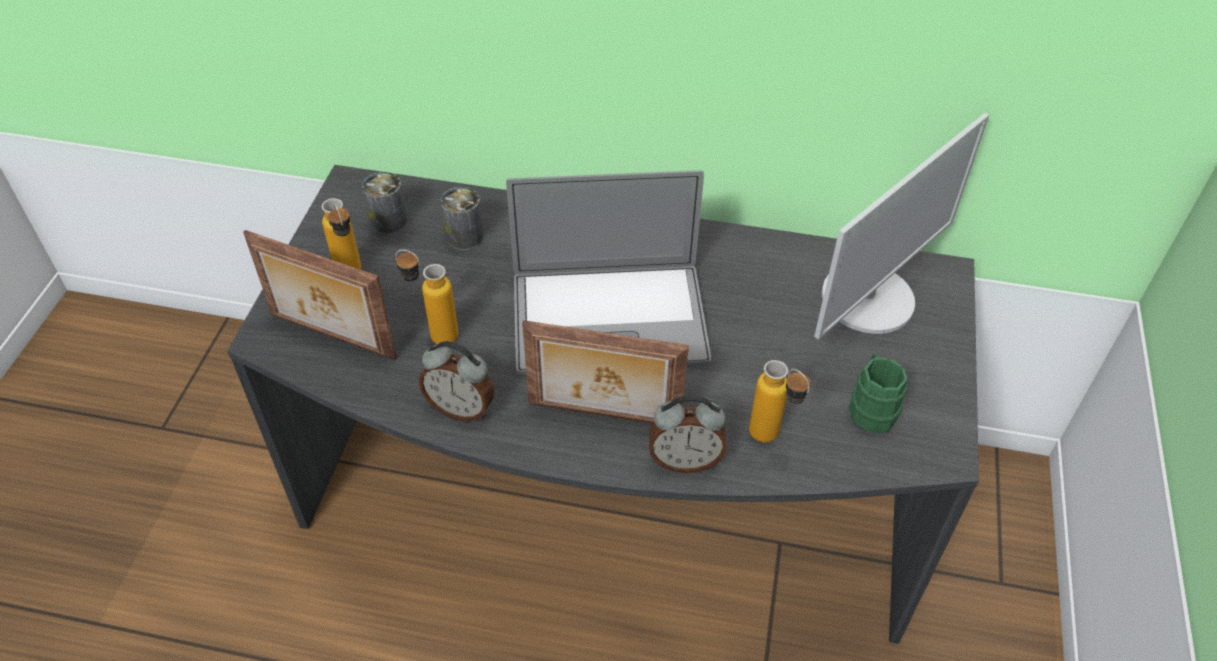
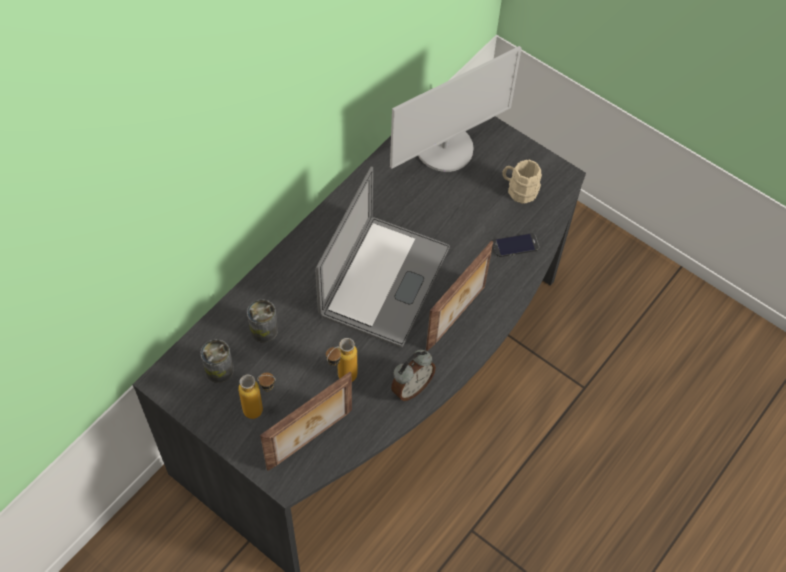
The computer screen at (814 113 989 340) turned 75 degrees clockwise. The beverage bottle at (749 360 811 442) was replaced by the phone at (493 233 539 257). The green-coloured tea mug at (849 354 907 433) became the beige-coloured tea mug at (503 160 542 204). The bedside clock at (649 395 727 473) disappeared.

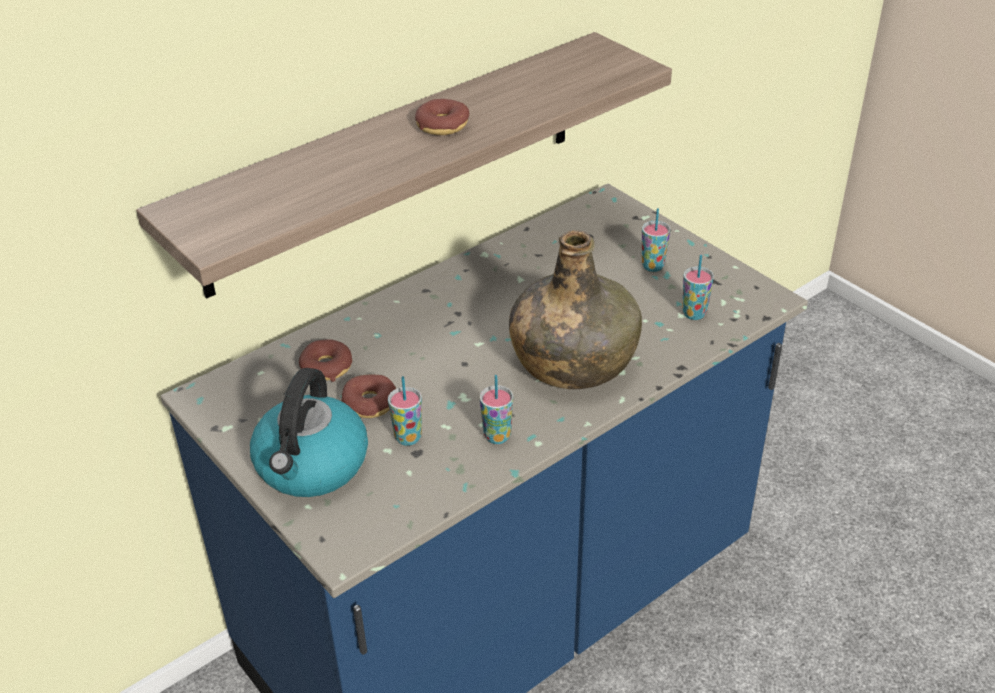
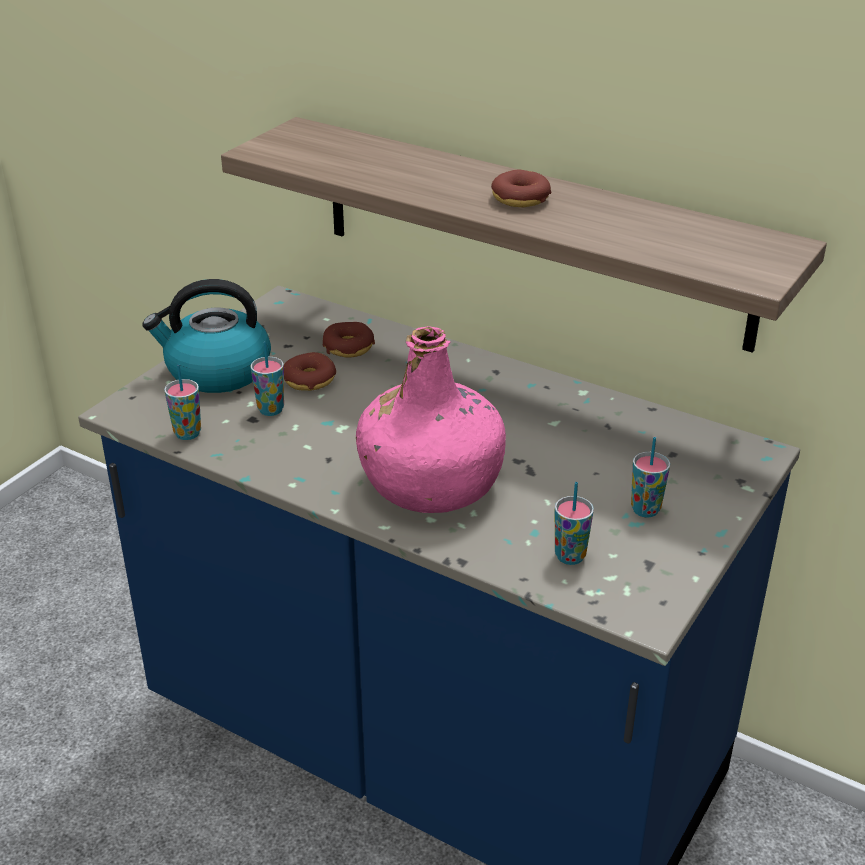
The small cup moved from (480 375 513 444) to (164 364 201 440). The green-coloured beverage bottle at (509 230 642 389) became the pinkish beverage bottle at (356 326 506 513).

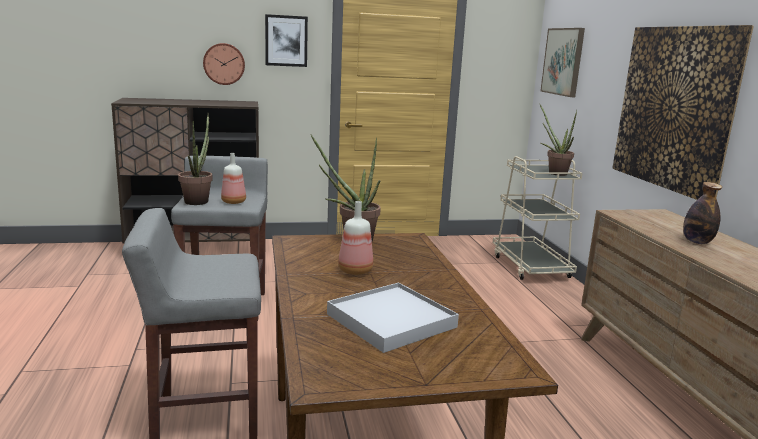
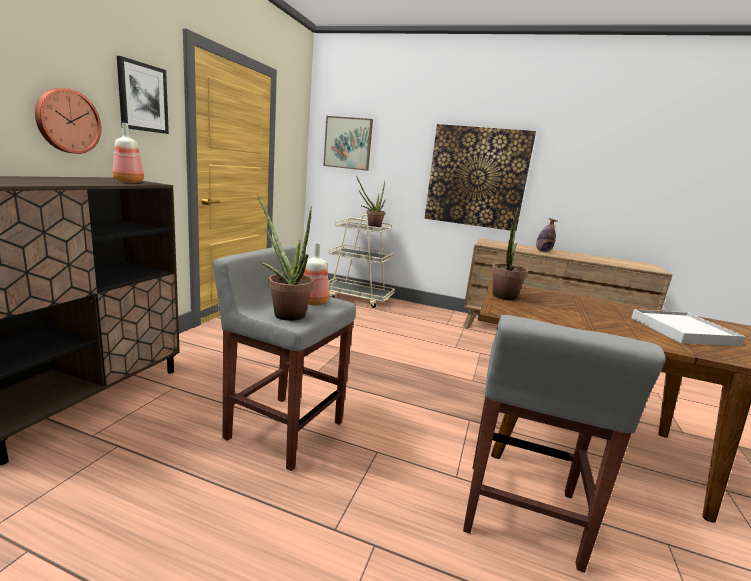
The beverage bottle moved from (338 201 373 275) to (113 123 144 183).

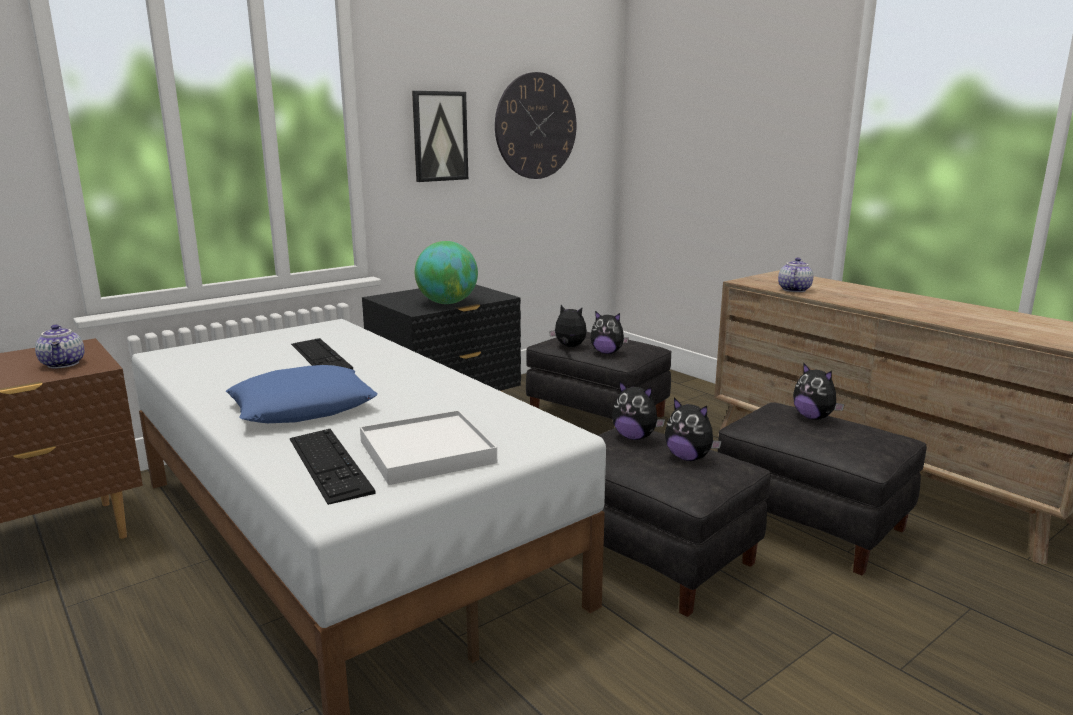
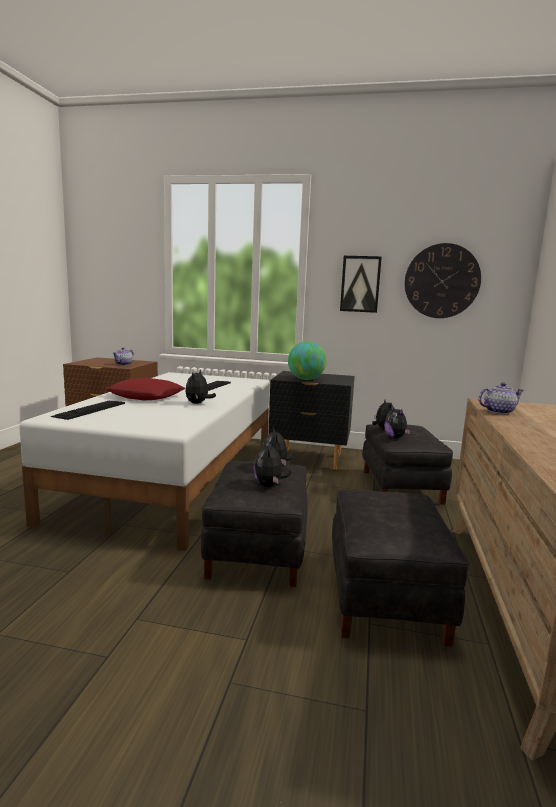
The blue-coloured pillow at (226 365 377 423) became the red-coloured pillow at (106 378 185 400). The cuddly toy moved from (793 362 845 420) to (185 370 216 404). The whitish carrying tray at (360 410 497 485) disappeared.

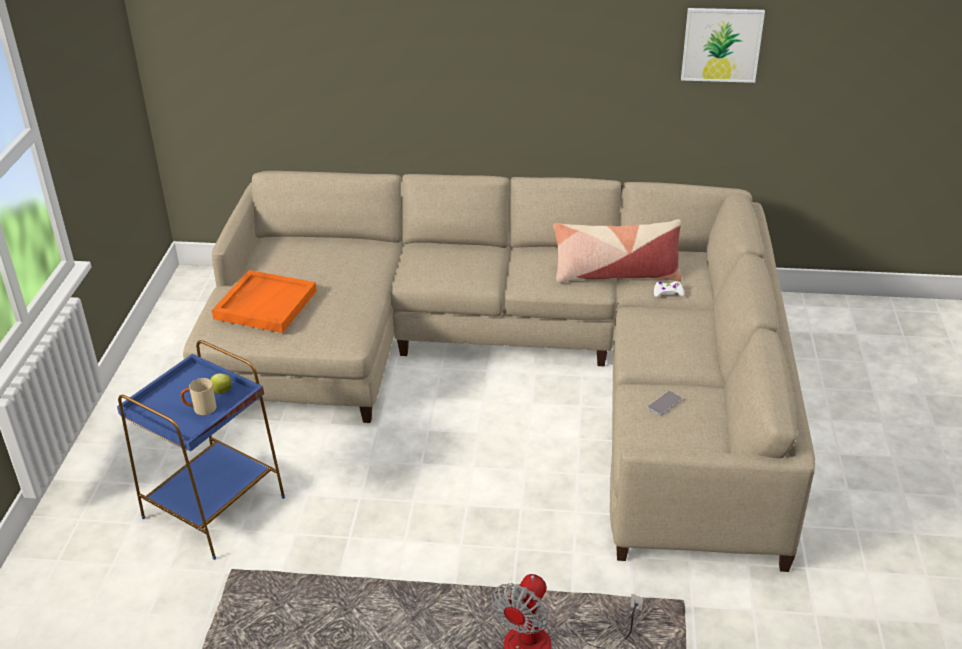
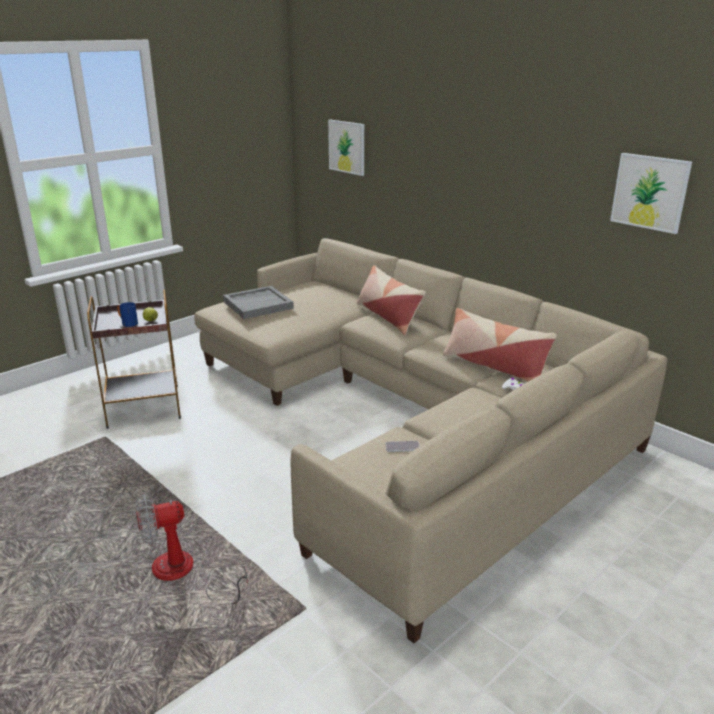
The blue-coloured side table at (117 340 285 560) became the brown side table at (87 289 181 429). The beige-coloured tea mug at (181 378 217 415) became the blue-coloured tea mug at (117 302 138 327). The orangey carrying tray at (212 270 317 333) became the gray carrying tray at (223 286 294 319). The wall art at (328 120 364 176) appeared. The pillow at (357 265 426 335) appeared.

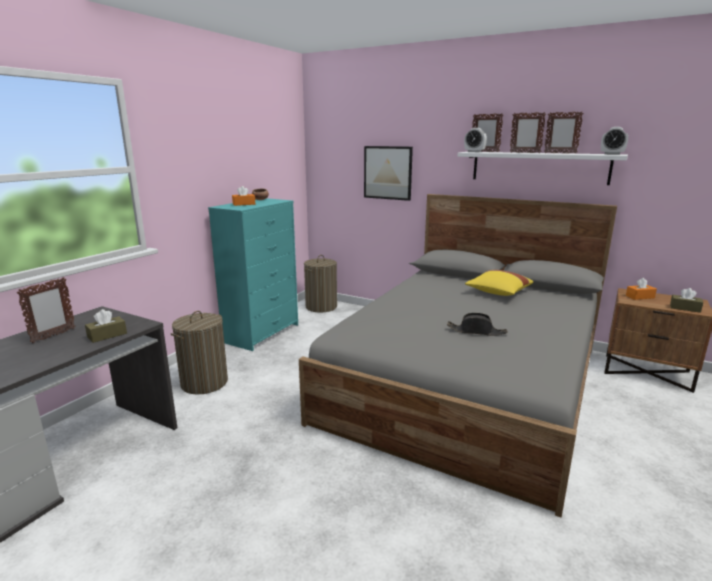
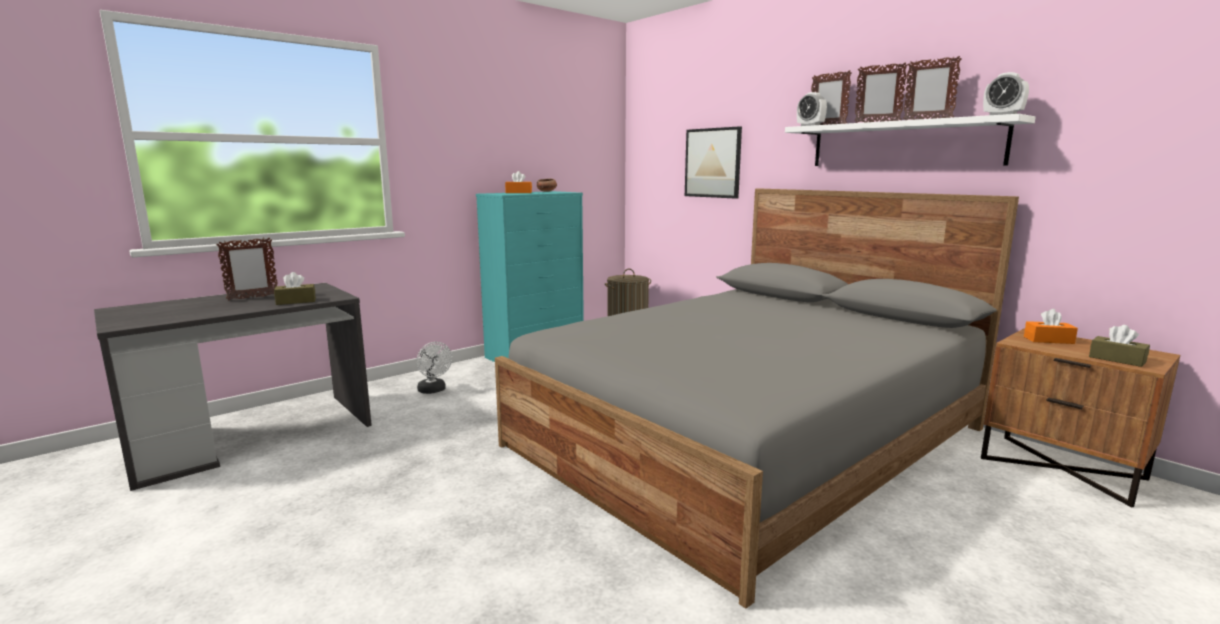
The washing basket at (171 311 228 394) was replaced by the whitish cooling fan at (416 342 452 394). The black wearable hat at (447 313 507 336) disappeared. The yellow-coloured pillow at (465 270 533 296) disappeared.

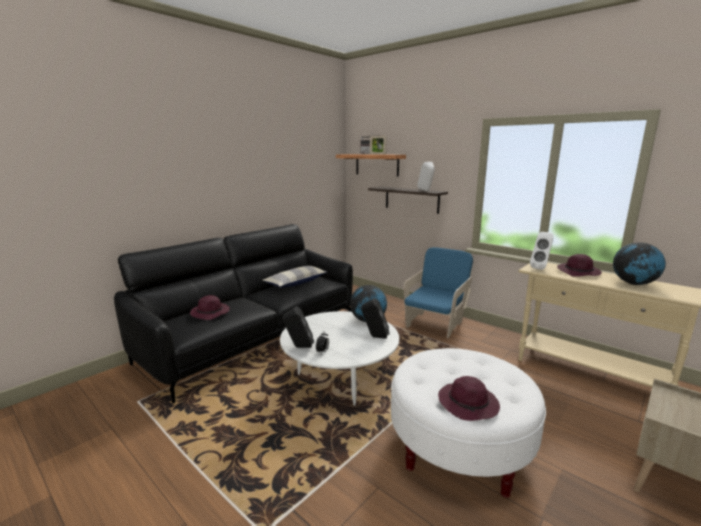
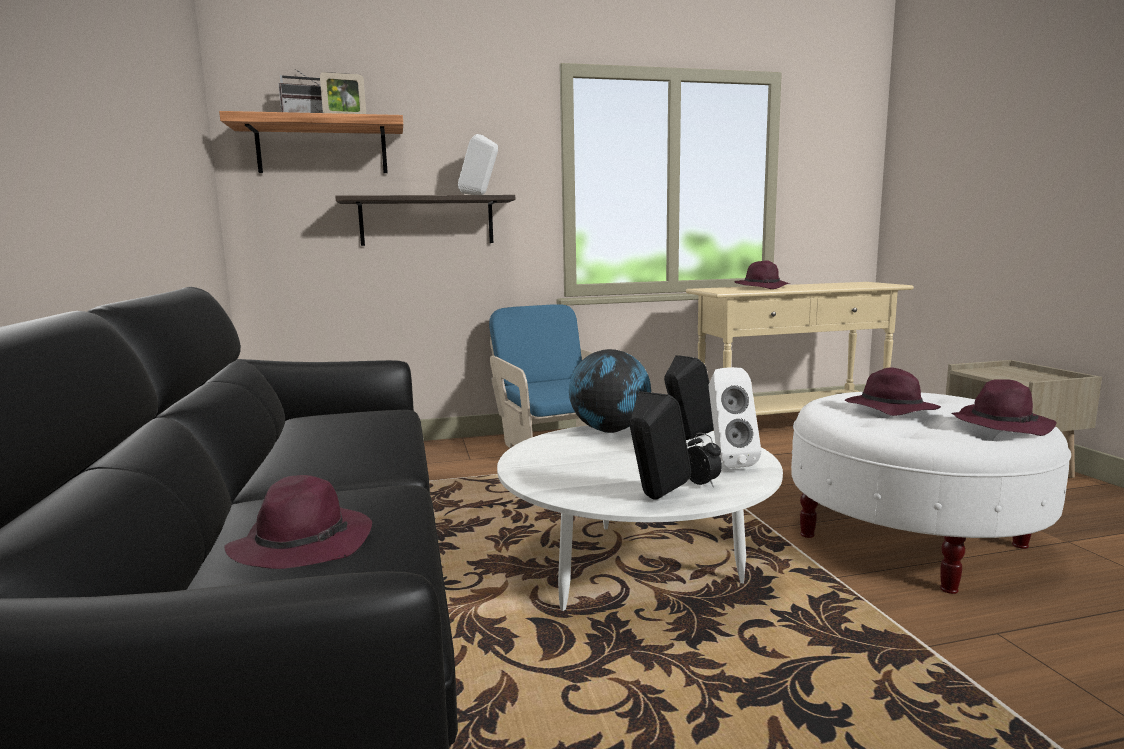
The whitish loudspeaker moved from (530 232 553 270) to (709 367 761 468). The purple wearable hat at (845 367 941 416) appeared. The pillow at (262 266 327 288) disappeared. The desk globe at (613 242 666 285) disappeared.

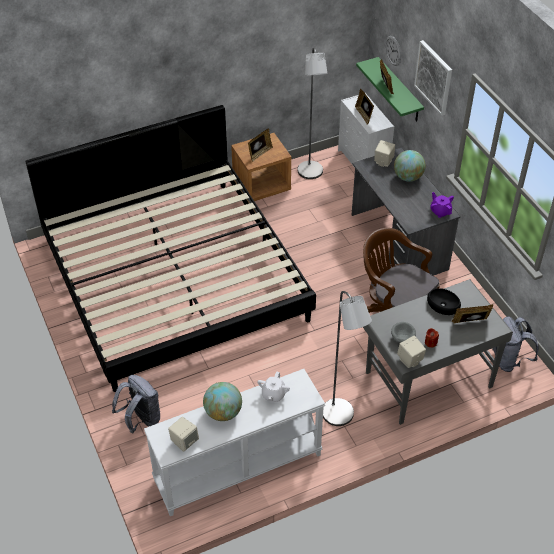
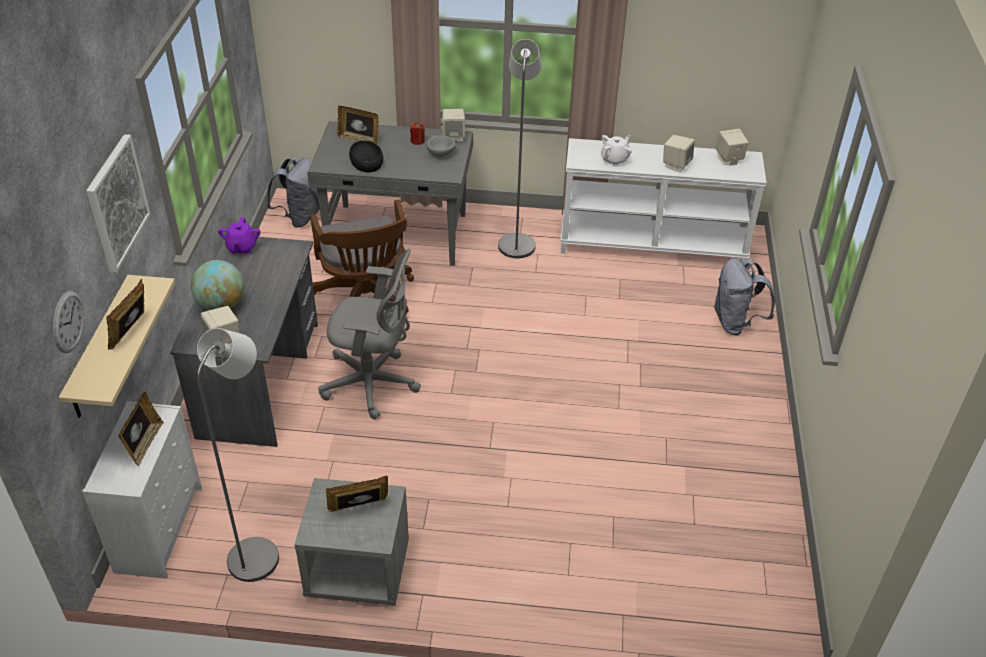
The green-coloured shelf at (356 57 424 122) became the beige-coloured shelf at (59 275 175 418). The brown nightstand at (231 133 292 201) became the gray nightstand at (294 478 409 606). The gray desk chair at (318 249 421 420) appeared. The desk globe at (203 382 242 421) was replaced by the beige-coloured loudspeaker at (663 135 695 172). The bedroom bed at (25 105 316 392) disappeared.

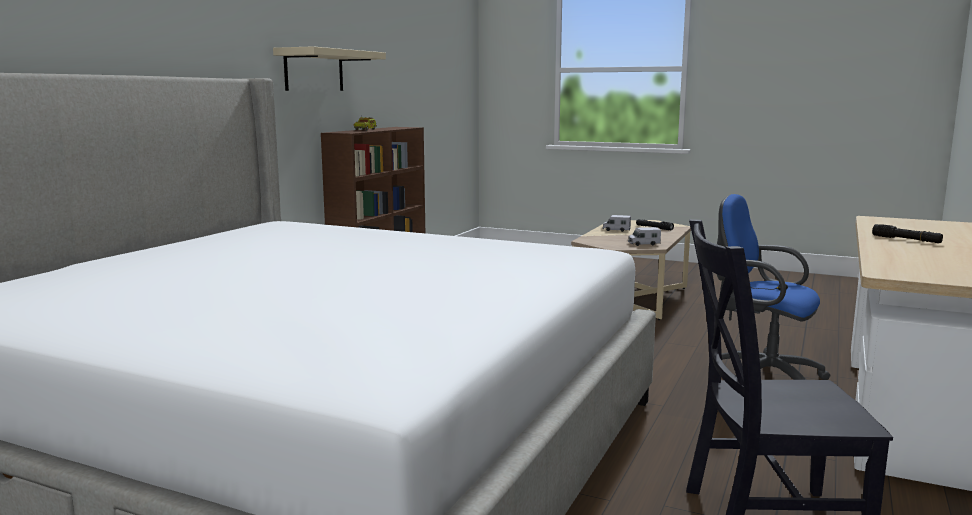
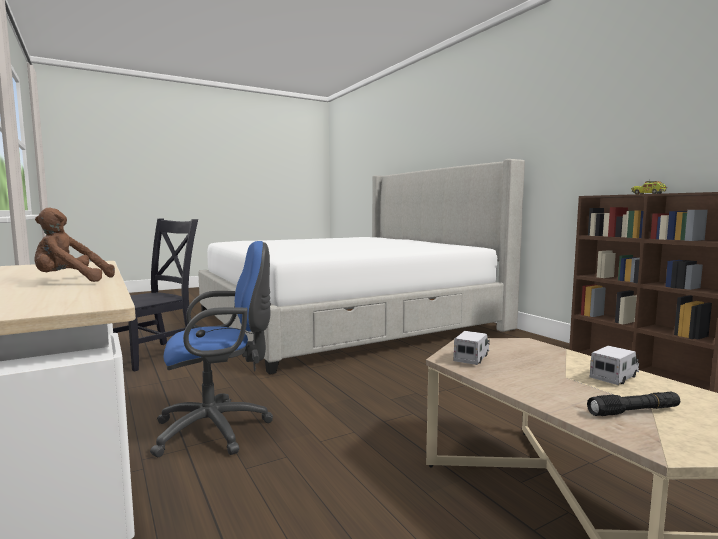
The black hand torch at (872 224 943 243) was replaced by the brown cuddly toy at (35 208 115 282). The beige-coloured shelf at (273 46 386 91) disappeared.

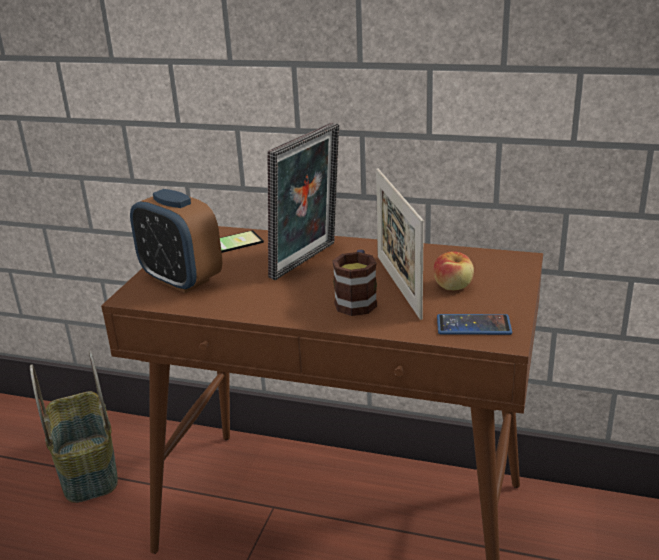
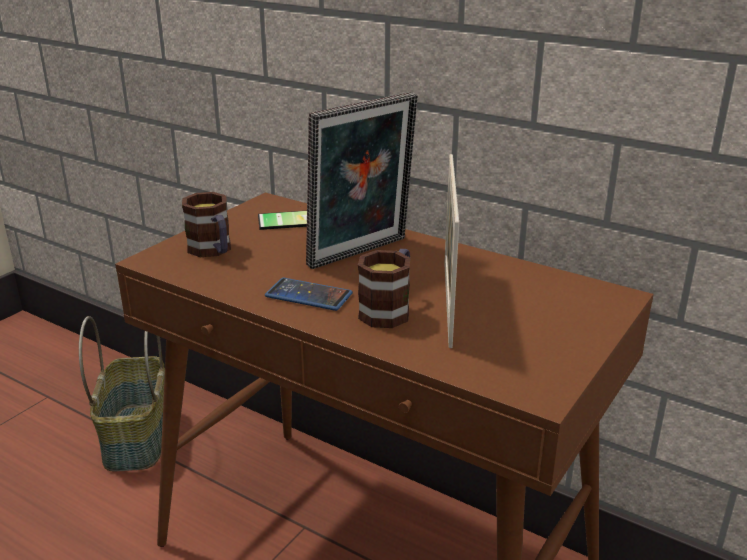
The bedside clock at (130 189 222 293) was replaced by the tea mug at (182 192 231 257). The phone moved from (437 314 512 335) to (265 278 353 311). The apple fruit at (433 252 474 290) disappeared.

